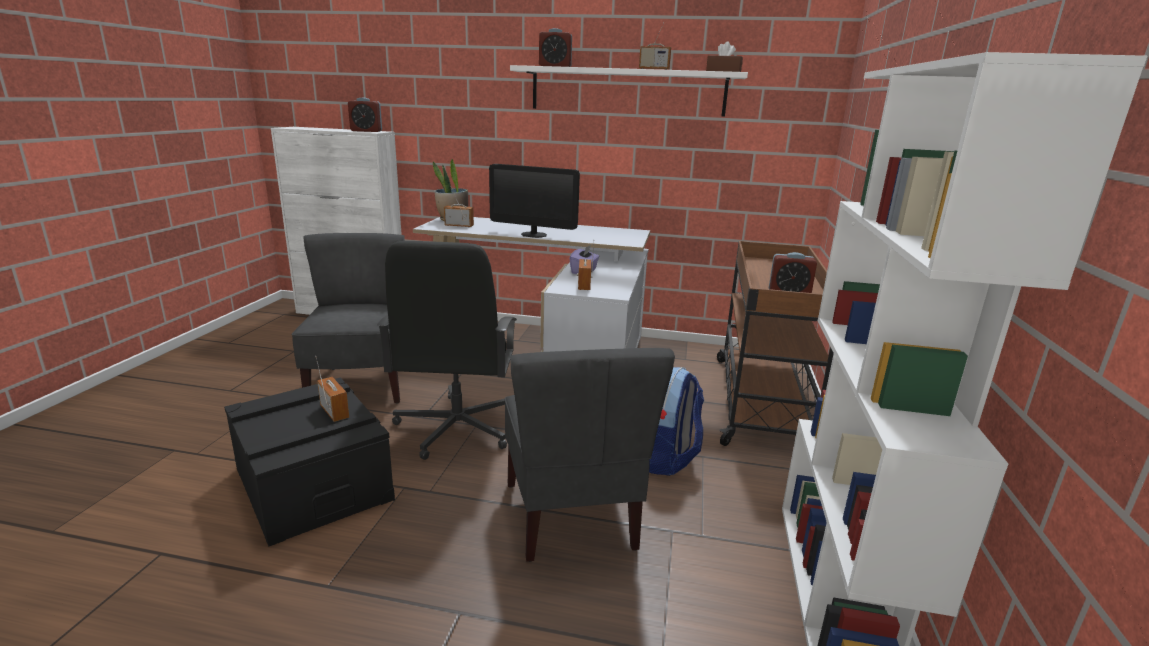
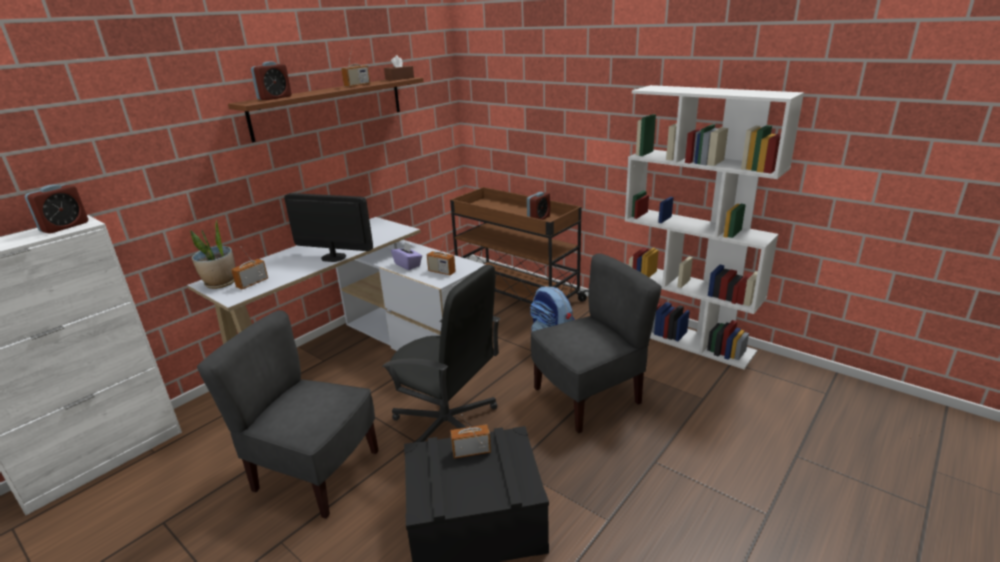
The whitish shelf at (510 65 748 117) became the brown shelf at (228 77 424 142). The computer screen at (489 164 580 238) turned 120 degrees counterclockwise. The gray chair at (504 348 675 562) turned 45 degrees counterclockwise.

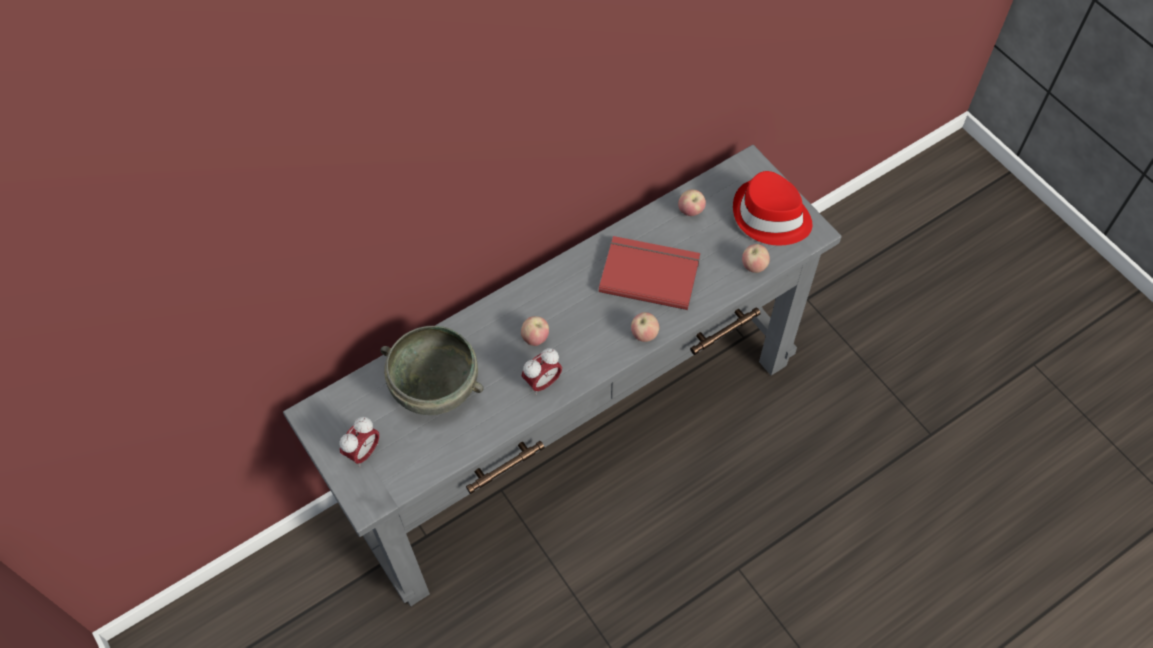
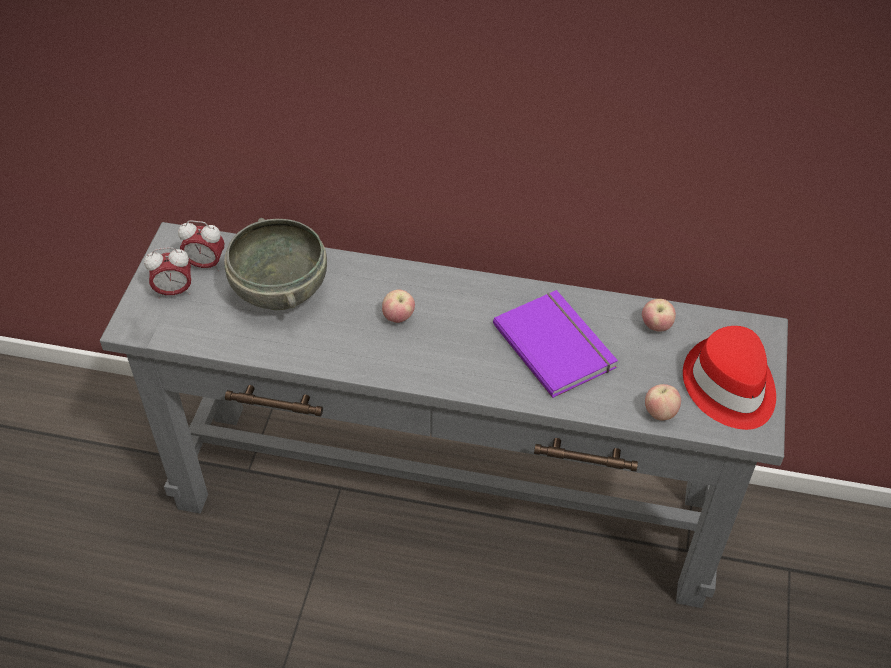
The bedside clock moved from (522 348 562 395) to (178 220 224 271). The red-coloured book at (599 236 700 310) became the purple book at (493 290 618 398). The apple fruit at (631 312 660 342) disappeared.

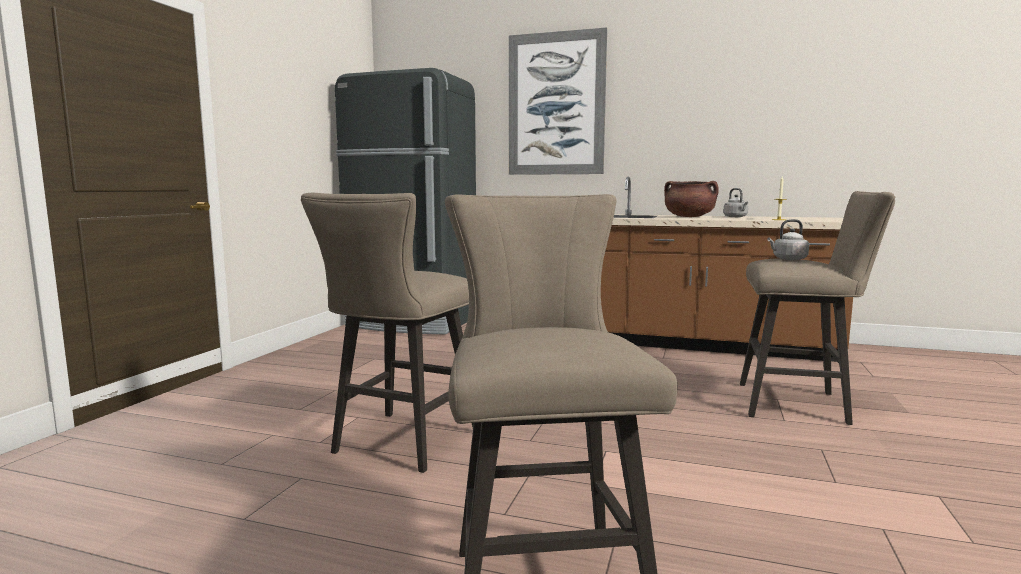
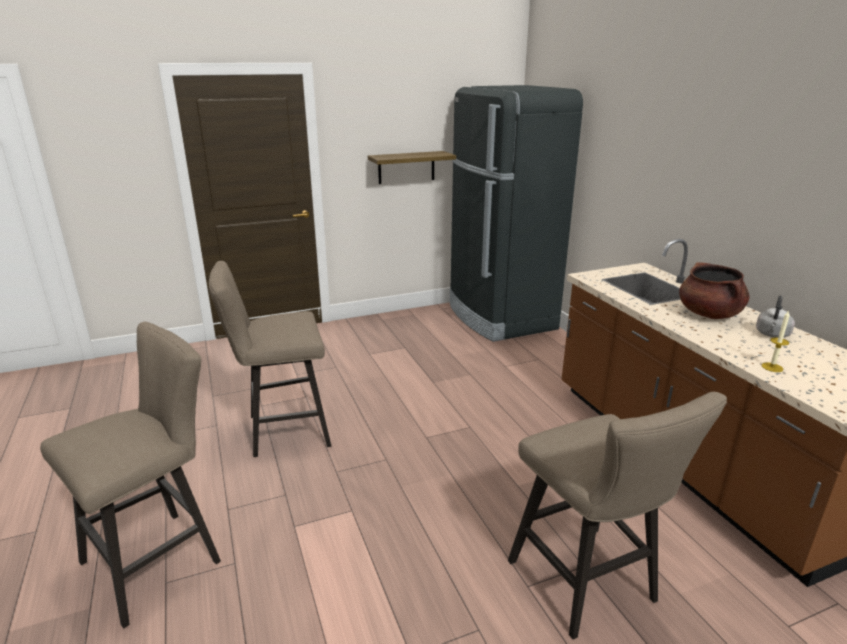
The shelf at (368 151 456 184) appeared. The wall art at (509 27 607 175) disappeared. The gray water kettle at (767 219 809 260) disappeared.

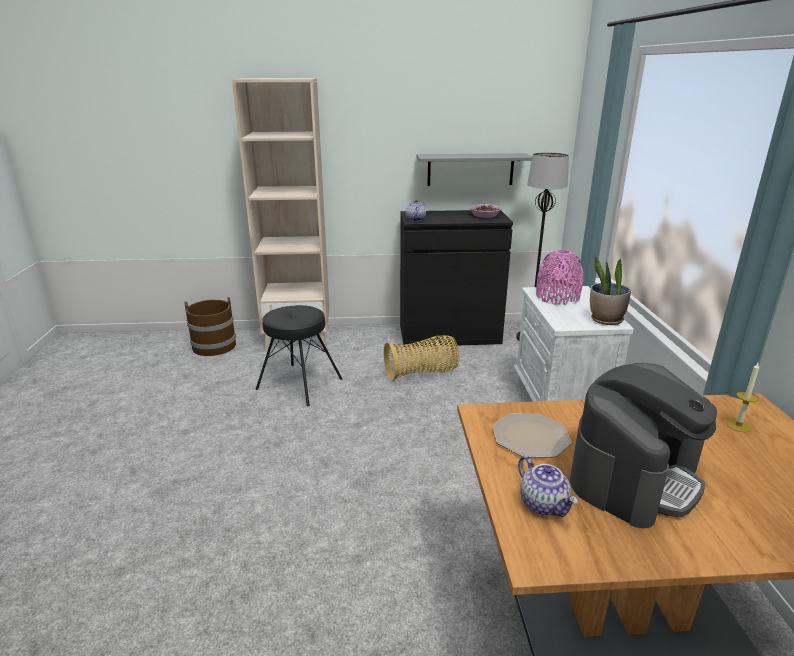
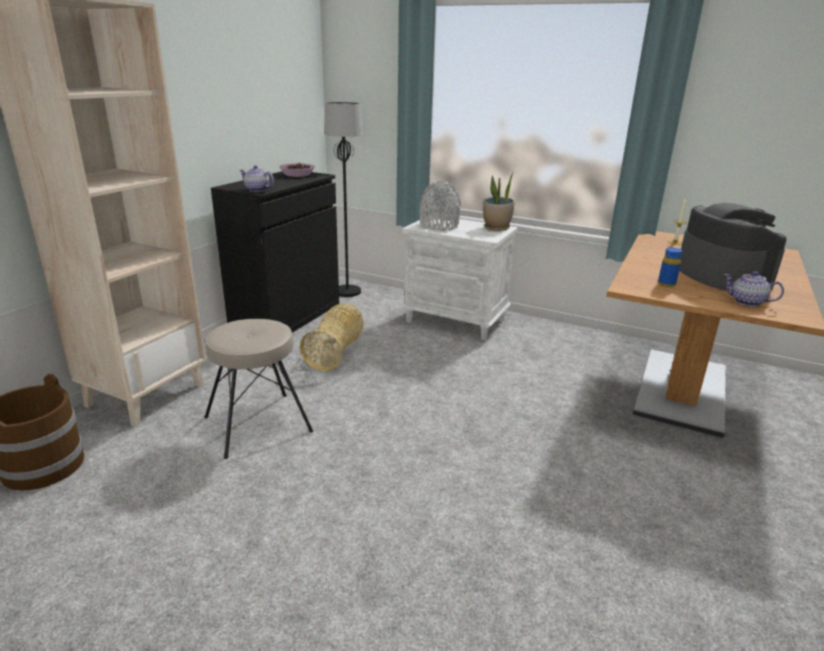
The black sitting stool at (255 305 342 406) became the beige-coloured sitting stool at (204 319 313 459). The pinkish decorative vase at (536 249 583 305) became the gray decorative vase at (419 181 461 231). The dinner plate at (492 413 572 458) was replaced by the blue-coloured beverage bottle at (658 248 683 287). The pot for tea at (518 456 578 517) turned 150 degrees counterclockwise. The gray shelf at (416 153 532 186) disappeared.

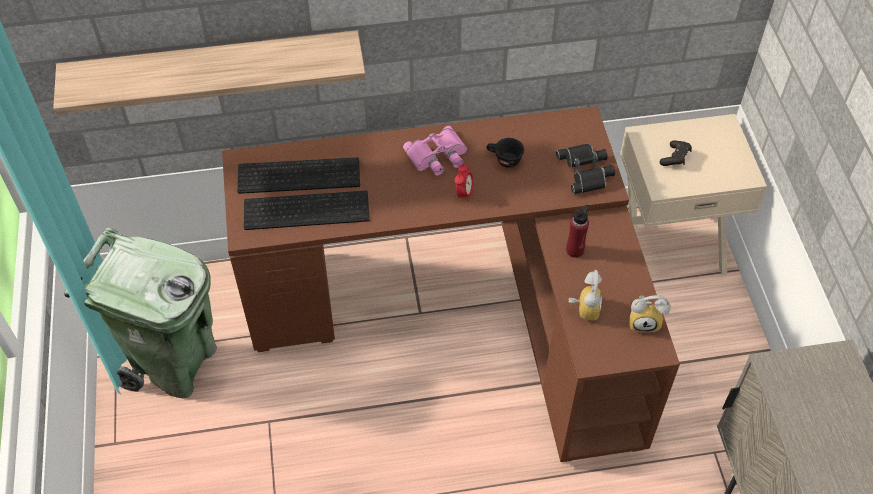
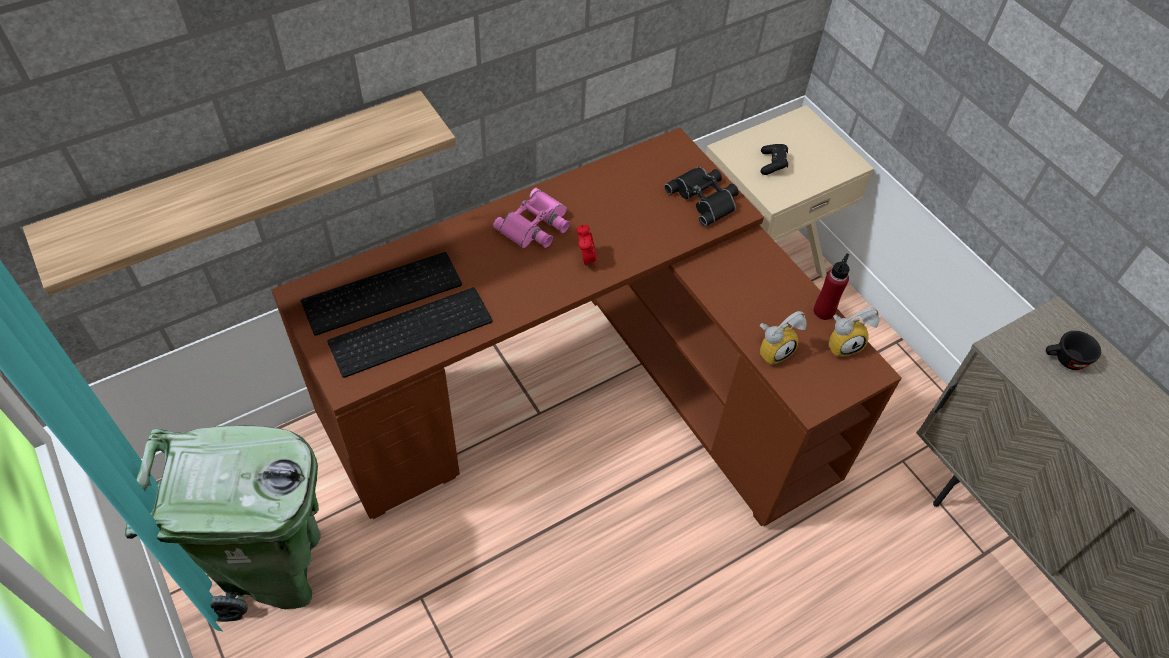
The bedside clock at (569 270 603 320) turned 75 degrees clockwise. The red-coloured beverage bottle moved from (566 205 589 258) to (814 254 849 320). The black small cup moved from (487 138 524 168) to (1046 331 1101 370).

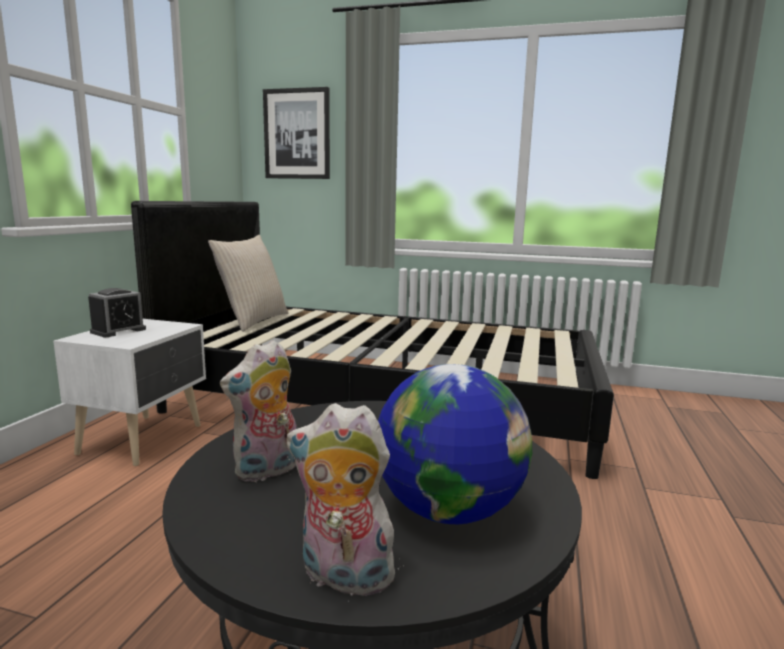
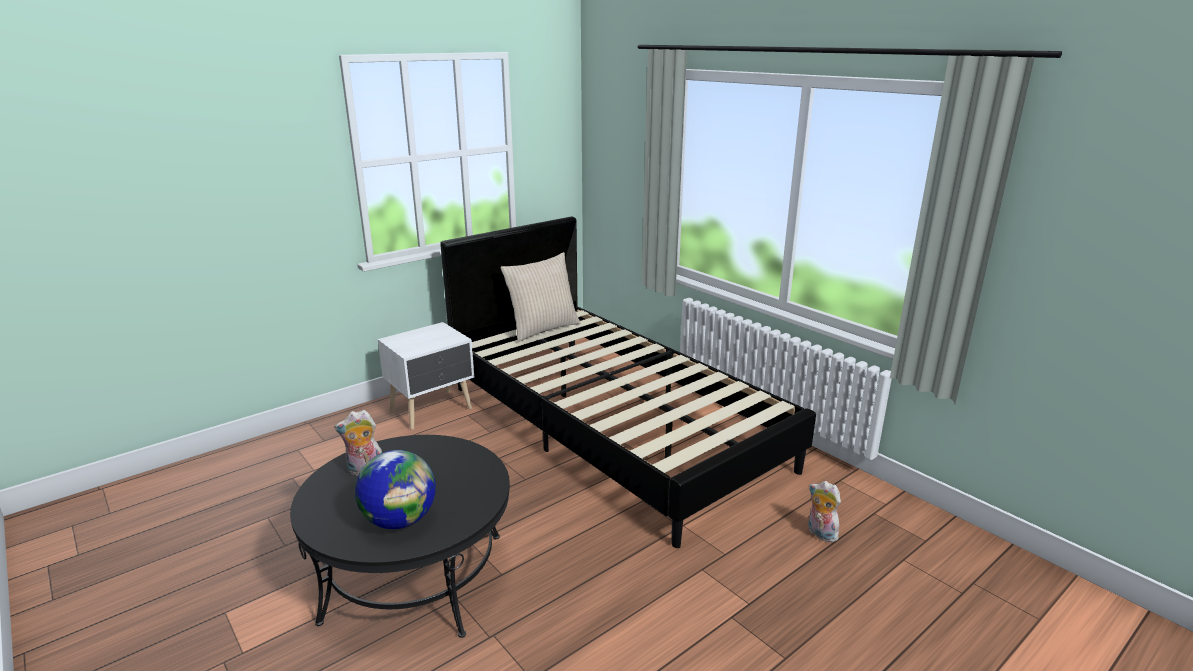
The cuddly toy moved from (287 403 399 602) to (808 481 841 543). The bedside clock at (88 288 146 337) disappeared. The wall art at (263 87 330 179) disappeared.

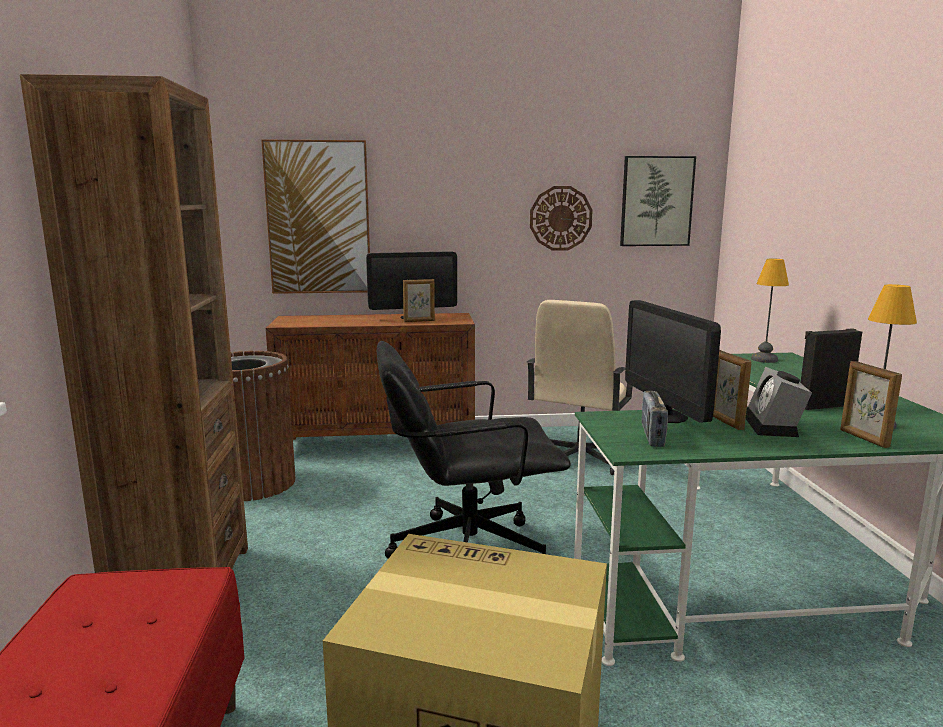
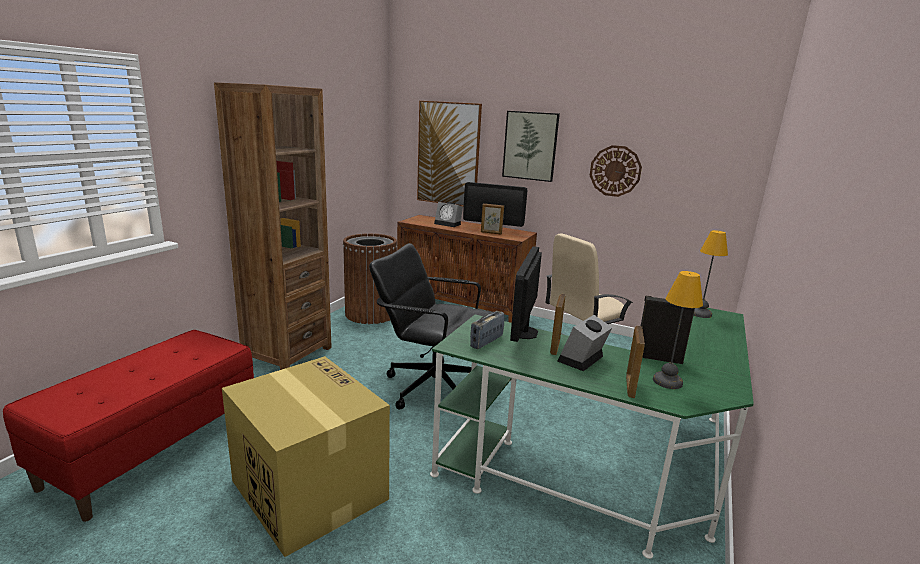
The bedside clock at (434 202 463 227) appeared. The wall art moved from (620 156 696 246) to (502 111 560 182).

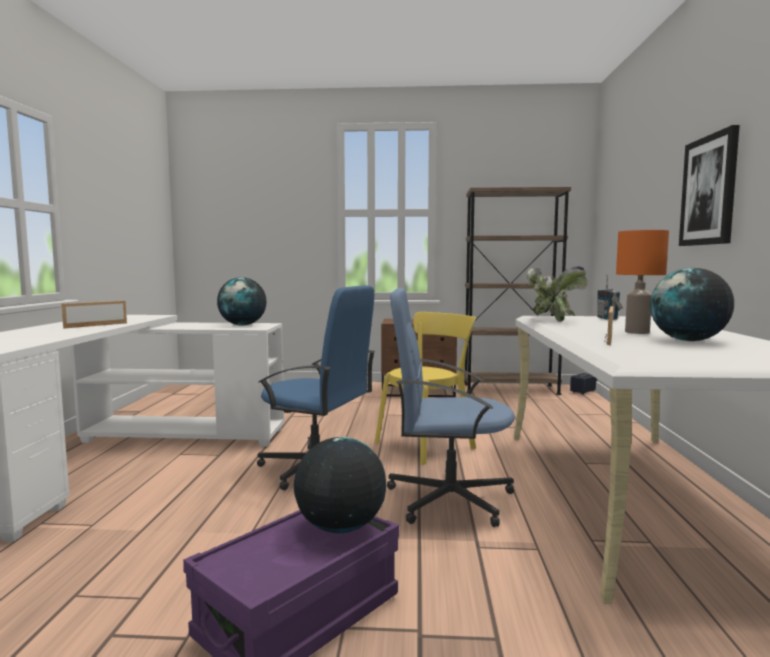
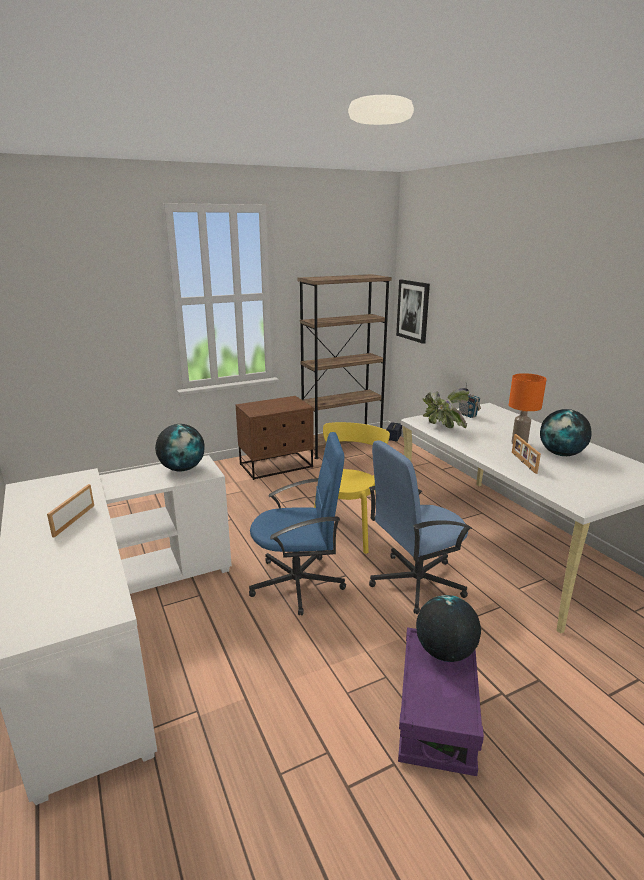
The wall art moved from (679 125 740 246) to (396 280 430 344).

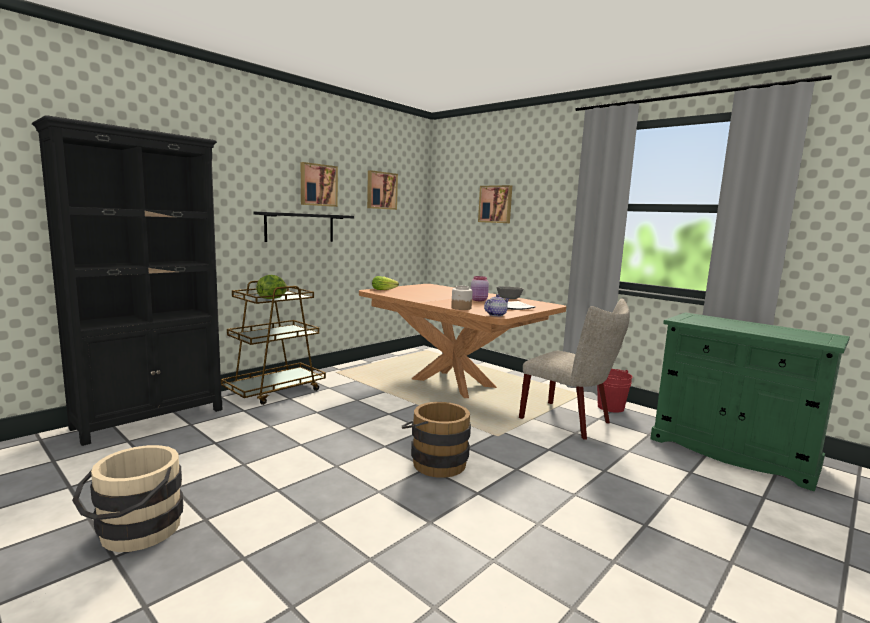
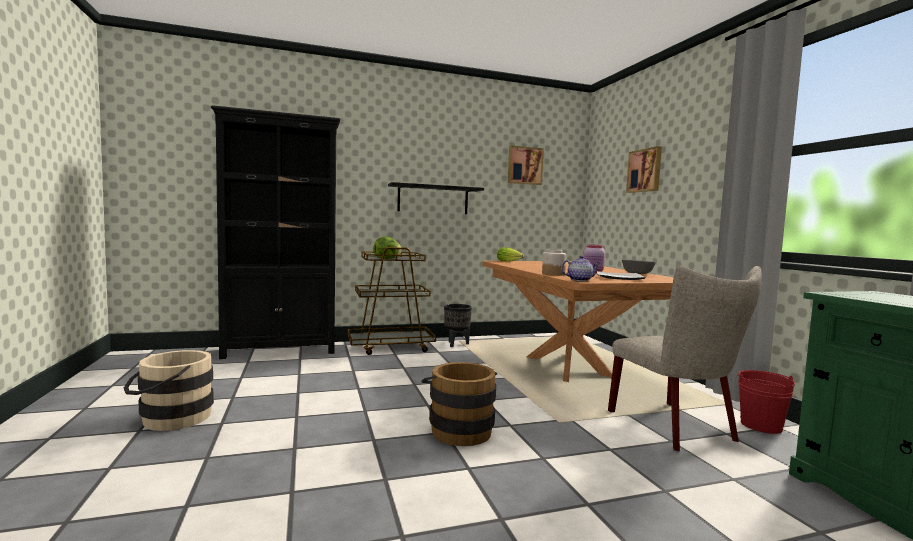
The black flower pot at (444 304 472 347) appeared. The wall art at (301 162 338 207) disappeared.

